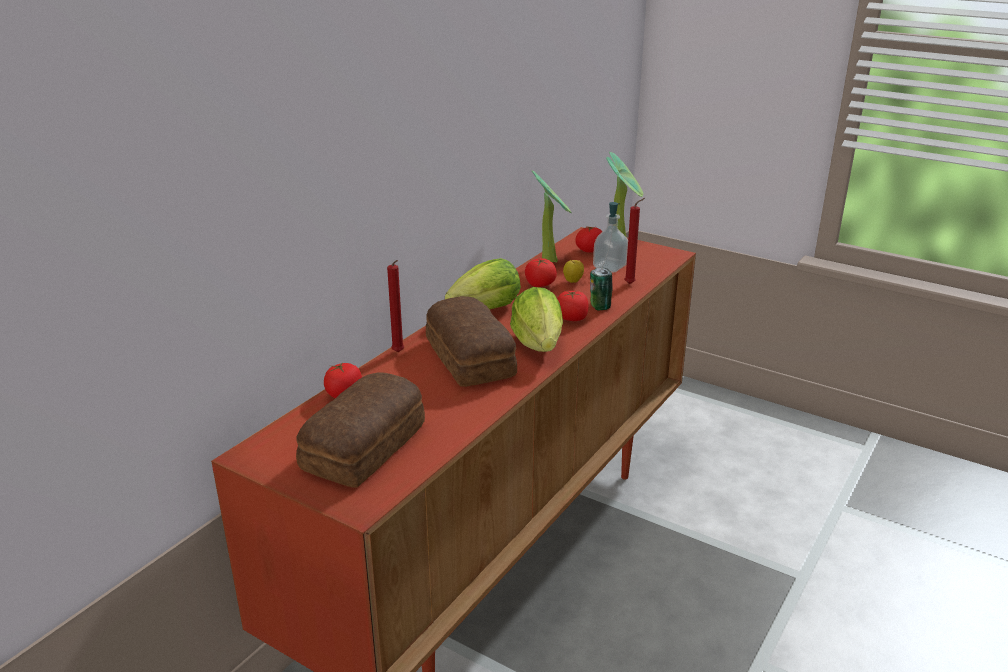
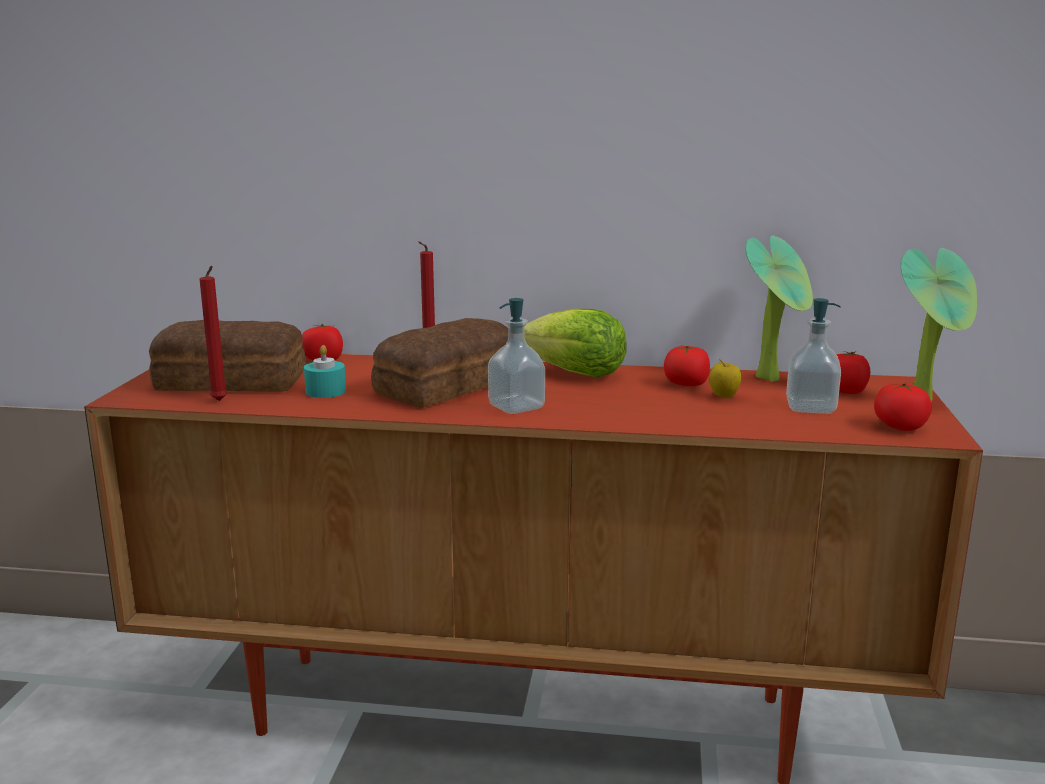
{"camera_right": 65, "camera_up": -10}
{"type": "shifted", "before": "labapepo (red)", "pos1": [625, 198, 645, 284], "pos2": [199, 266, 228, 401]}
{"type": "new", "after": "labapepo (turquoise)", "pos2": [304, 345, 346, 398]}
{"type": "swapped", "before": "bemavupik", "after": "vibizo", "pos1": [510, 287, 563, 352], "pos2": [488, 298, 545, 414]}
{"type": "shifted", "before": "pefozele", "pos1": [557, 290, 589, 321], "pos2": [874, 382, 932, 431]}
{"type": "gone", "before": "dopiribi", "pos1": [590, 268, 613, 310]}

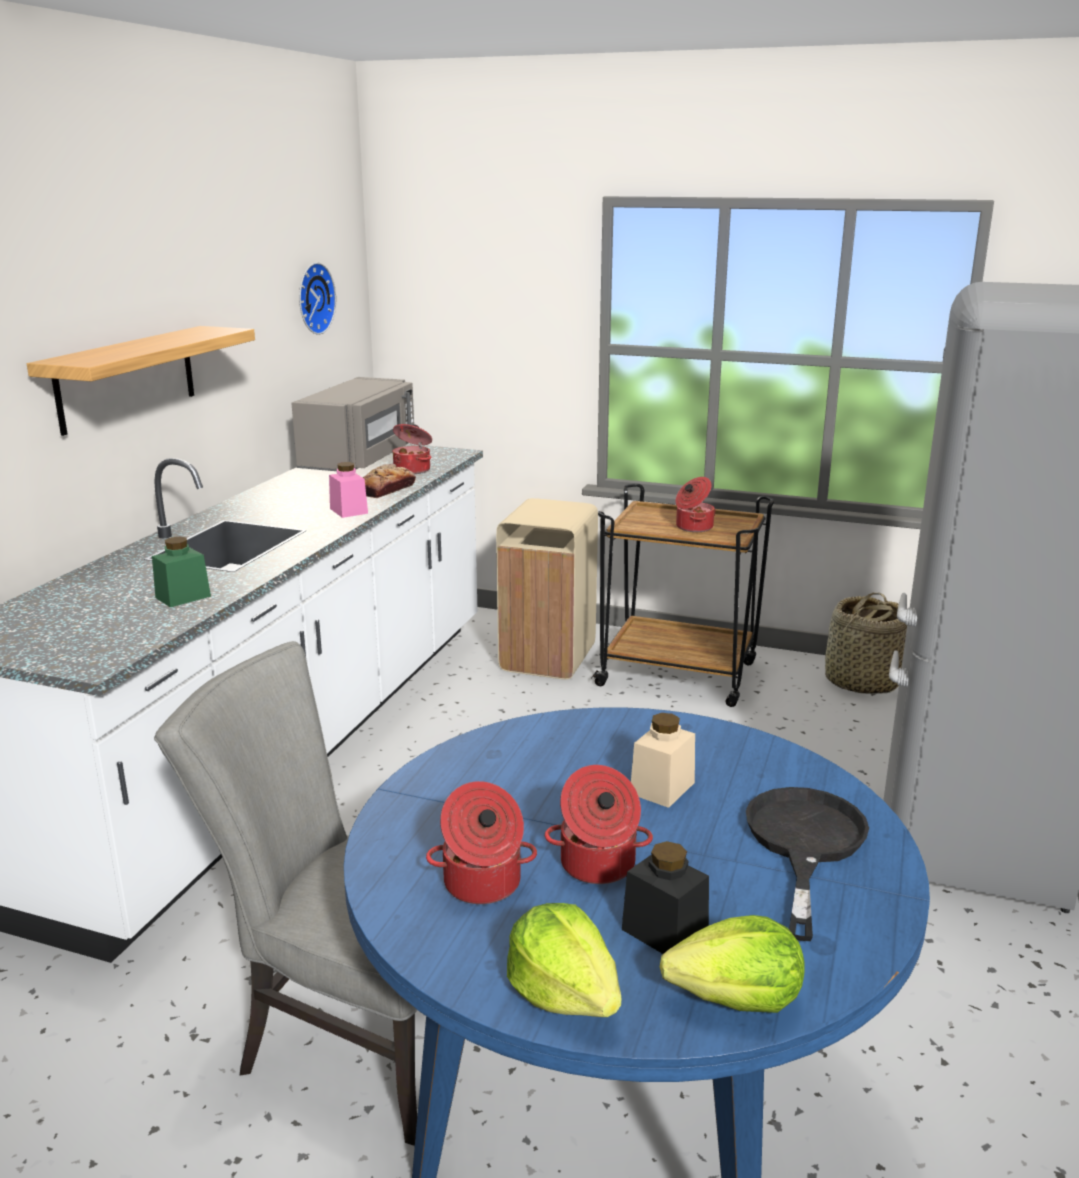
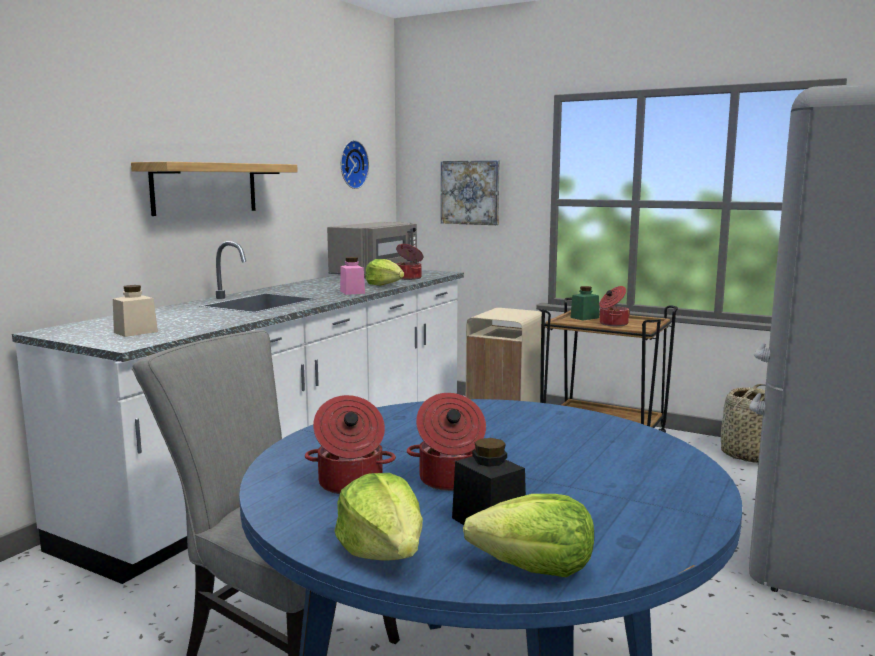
{"camera_right": 10, "camera_up": -10}
{"type": "shifted", "before": "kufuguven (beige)", "pos1": [631, 713, 695, 808], "pos2": [113, 285, 158, 337]}
{"type": "swapped", "before": "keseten", "after": "bemavupik", "pos1": [362, 464, 416, 498], "pos2": [365, 259, 404, 286]}
{"type": "new", "after": "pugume", "pos2": [441, 160, 500, 225]}
{"type": "shifted", "before": "kufuguven (green)", "pos1": [152, 536, 211, 607], "pos2": [570, 286, 599, 320]}
{"type": "gone", "before": "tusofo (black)", "pos1": [746, 787, 869, 941]}

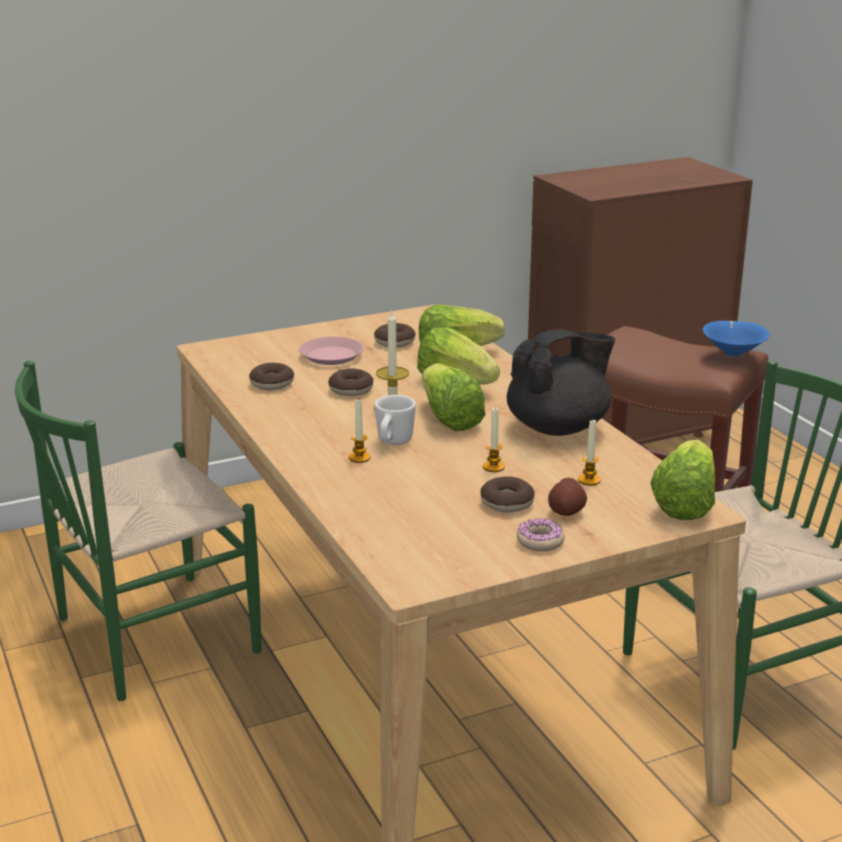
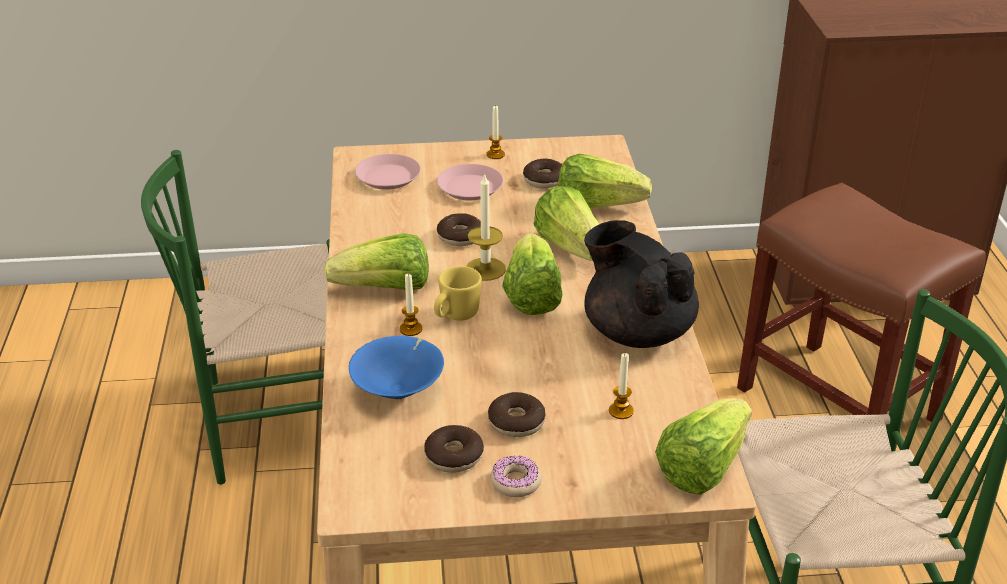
{"camera_right": 20, "camera_up": 10}
{"type": "new", "after": "bemavupik", "pos2": [324, 233, 429, 290]}
{"type": "shifted", "before": "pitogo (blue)", "pos1": [703, 321, 770, 357], "pos2": [349, 336, 444, 399]}
{"type": "new", "after": "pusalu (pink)", "pos2": [355, 154, 421, 190]}
{"type": "shifted", "before": "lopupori", "pos1": [249, 363, 294, 390], "pos2": [424, 425, 484, 473]}
{"type": "repainted", "before": "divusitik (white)", "after": "divusitik (yellow)", "pos1": [375, 395, 416, 445], "pos2": [434, 266, 482, 321]}
{"type": "shifted", "before": "labapepo", "pos1": [483, 406, 505, 472], "pos2": [487, 105, 505, 159]}
{"type": "rotated", "before": "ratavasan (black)", "pos1": [507, 330, 615, 436], "pos2": [584, 220, 699, 348], "turn": -120}
{"type": "gone", "before": "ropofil", "pos1": [548, 478, 587, 516]}

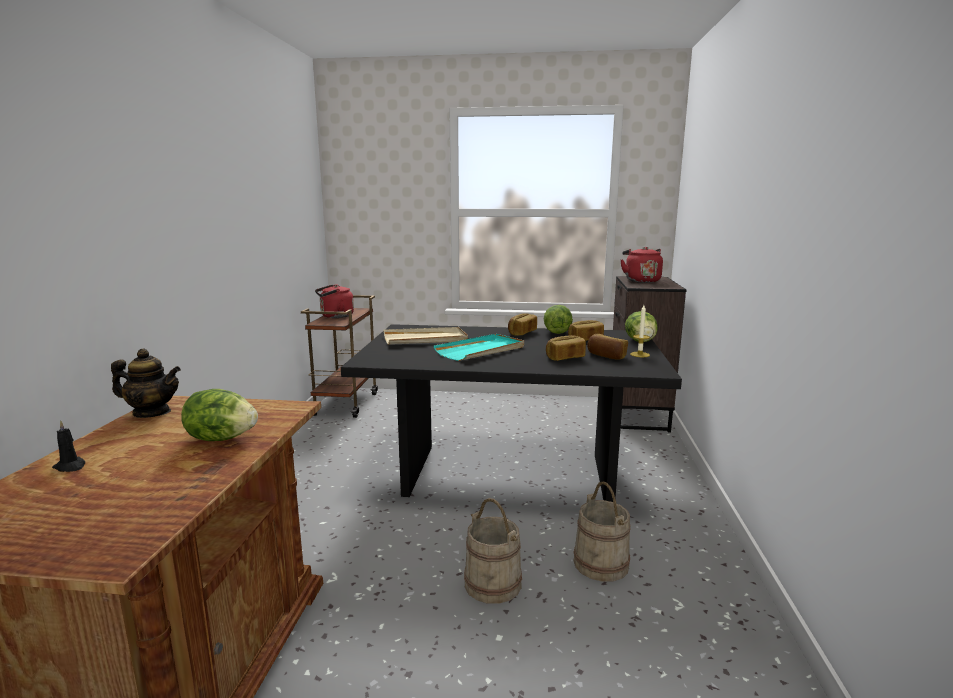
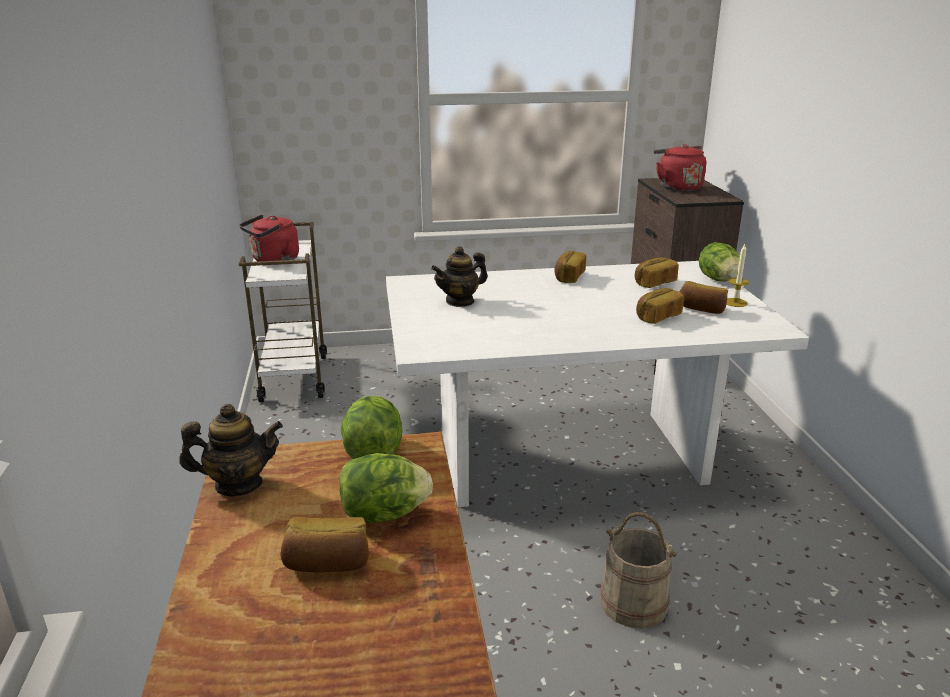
{"camera_right": -15, "camera_up": 10}
{"type": "repainted", "before": "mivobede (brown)", "after": "mivobede (white)", "pos1": [301, 295, 378, 418], "pos2": [239, 222, 328, 402]}
{"type": "new", "after": "keseten", "pos2": [280, 517, 369, 573]}
{"type": "shifted", "before": "bemavupik", "pos1": [544, 305, 573, 334], "pos2": [341, 396, 402, 459]}
{"type": "repainted", "before": "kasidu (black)", "after": "kasidu (white)", "pos1": [341, 324, 682, 502], "pos2": [386, 261, 809, 507]}
{"type": "swapped", "before": "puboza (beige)", "after": "ratavasan", "pos1": [384, 327, 468, 345], "pos2": [431, 246, 488, 307]}
{"type": "gone", "before": "labapepo (black)", "pos1": [52, 420, 85, 472]}
{"type": "gone", "before": "puboza (turquoise)", "pos1": [434, 334, 524, 361]}
{"type": "gone", "before": "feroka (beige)", "pos1": [574, 481, 631, 582]}

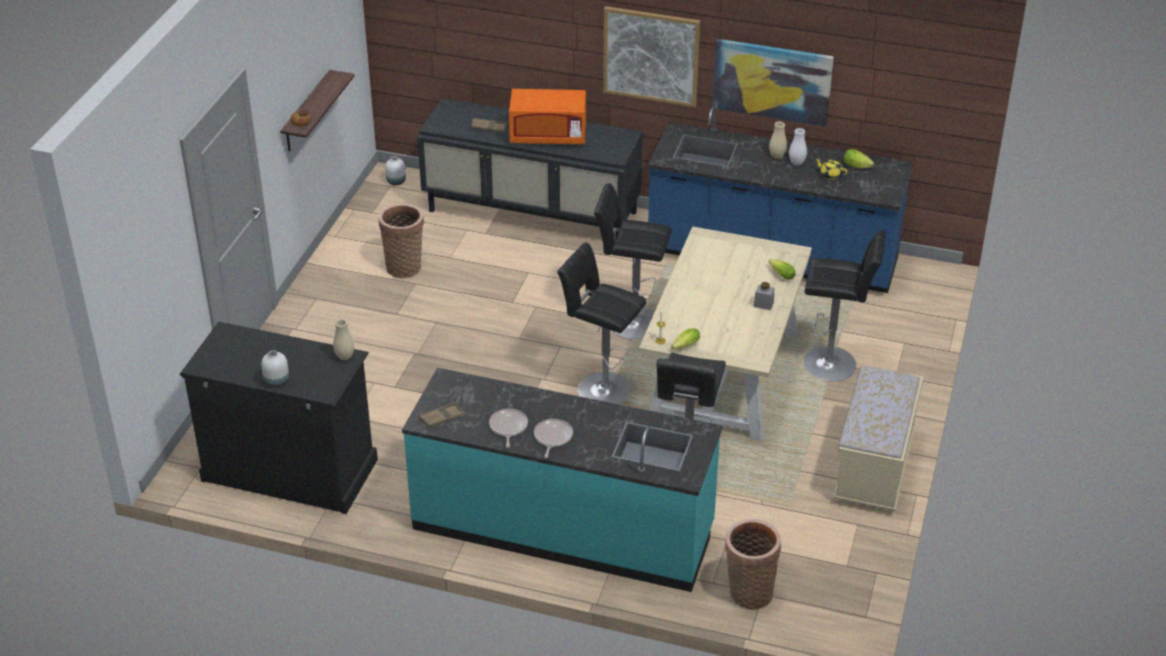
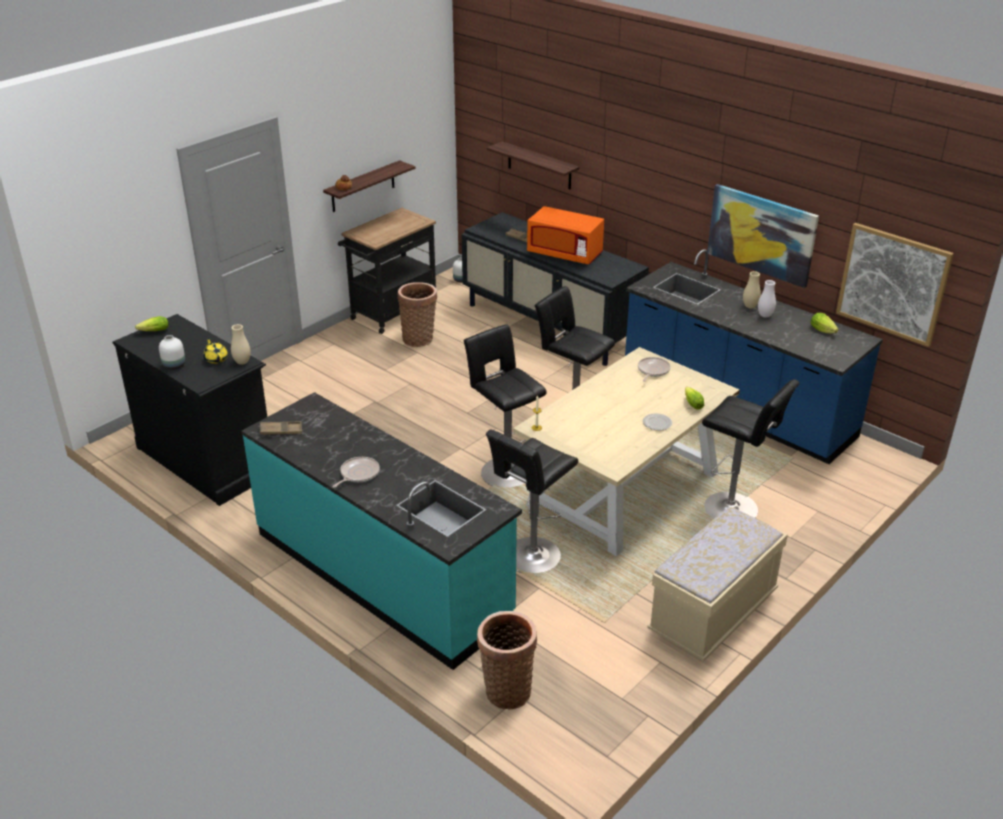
{"camera_right": 25, "camera_up": -5}
{"type": "shifted", "before": "bemavupik", "pos1": [671, 328, 700, 350], "pos2": [135, 316, 169, 331]}
{"type": "shifted", "before": "ratavasan (yellow)", "pos1": [815, 158, 848, 180], "pos2": [204, 338, 228, 364]}
{"type": "new", "after": "mivobede (black)", "pos2": [338, 208, 436, 334]}
{"type": "new", "after": "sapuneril", "pos2": [487, 142, 579, 189]}
{"type": "shifted", "before": "tusofo", "pos1": [489, 409, 528, 448], "pos2": [638, 357, 671, 381]}
{"type": "swapped", "before": "kufuguven (grey)", "after": "pusalu", "pos1": [753, 282, 774, 310], "pos2": [643, 413, 672, 431]}
{"type": "shifted", "before": "pugume", "pos1": [603, 6, 700, 107], "pos2": [836, 223, 954, 347]}

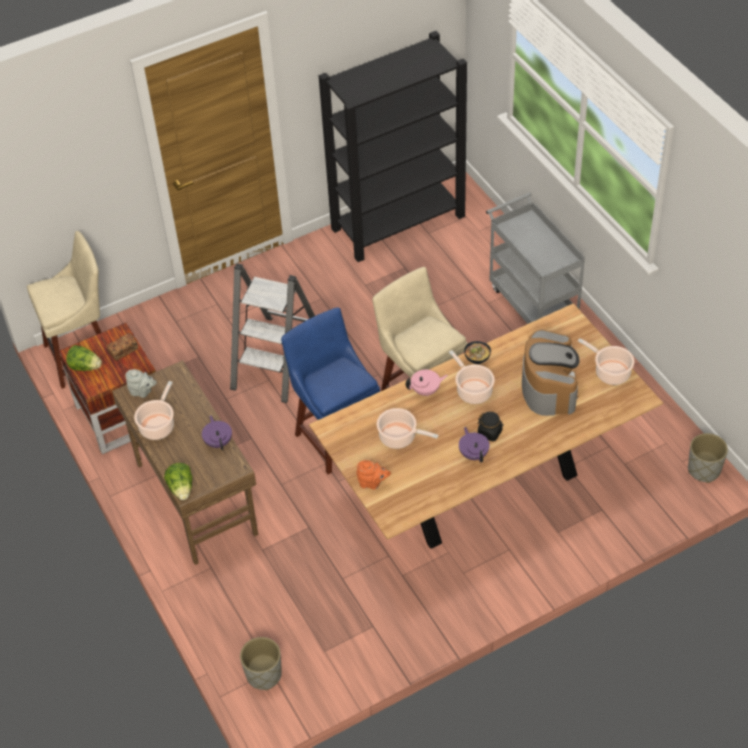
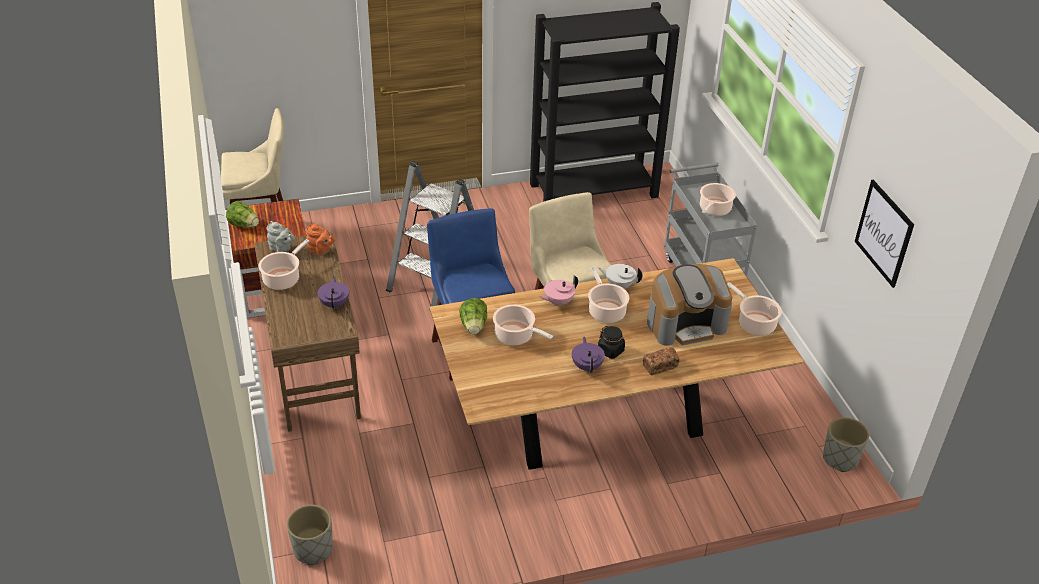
{"camera_right": 10, "camera_up": -10}
{"type": "shifted", "before": "ratavasan (orange)", "pos1": [356, 460, 391, 489], "pos2": [306, 223, 335, 256]}
{"type": "shifted", "before": "bemavupik", "pos1": [164, 463, 193, 500], "pos2": [459, 298, 487, 334]}
{"type": "rotated", "before": "ratavasan (pink)", "pos1": [405, 370, 448, 396], "pos2": [539, 275, 578, 306], "turn": 150}
{"type": "swapped", "before": "pitogo", "after": "ratavasan (white)", "pos1": [464, 341, 491, 364], "pos2": [598, 264, 643, 288]}
{"type": "shifted", "before": "keseten", "pos1": [107, 333, 138, 361], "pos2": [643, 347, 679, 375]}
{"type": "rotated", "before": "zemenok", "pos1": [522, 329, 579, 416], "pos2": [647, 264, 732, 346], "turn": 60}
{"type": "new", "after": "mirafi", "pos2": [700, 183, 736, 216]}
{"type": "new", "after": "pugume", "pos2": [855, 180, 914, 288]}

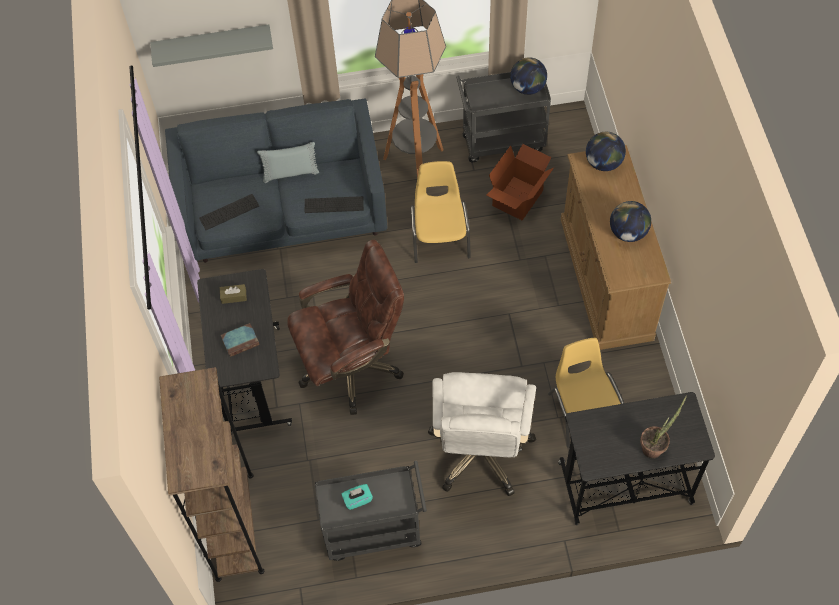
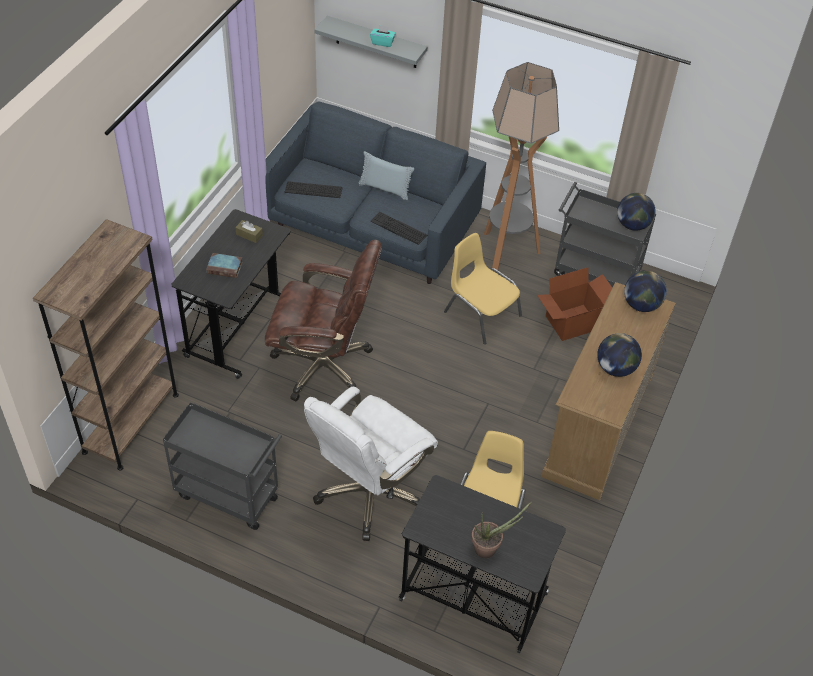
{"camera_right": 30, "camera_up": -10}
{"type": "shifted", "before": "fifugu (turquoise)", "pos1": [341, 484, 373, 510], "pos2": [370, 25, 396, 47]}
{"type": "rotated", "before": "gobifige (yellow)", "pos1": [411, 161, 471, 263], "pos2": [444, 233, 522, 344], "turn": -75}

